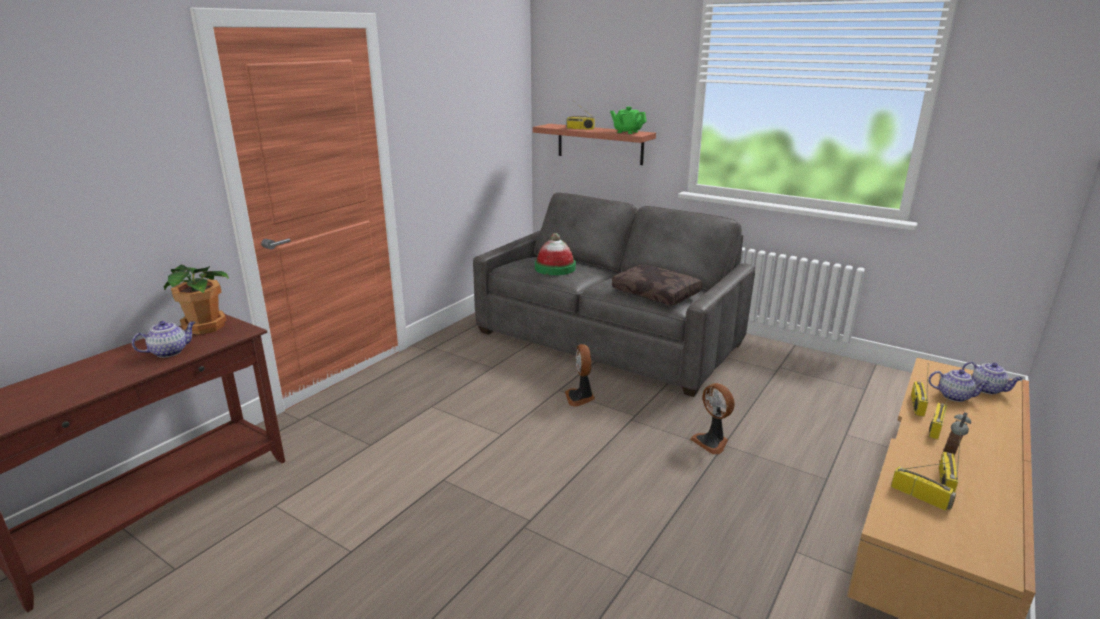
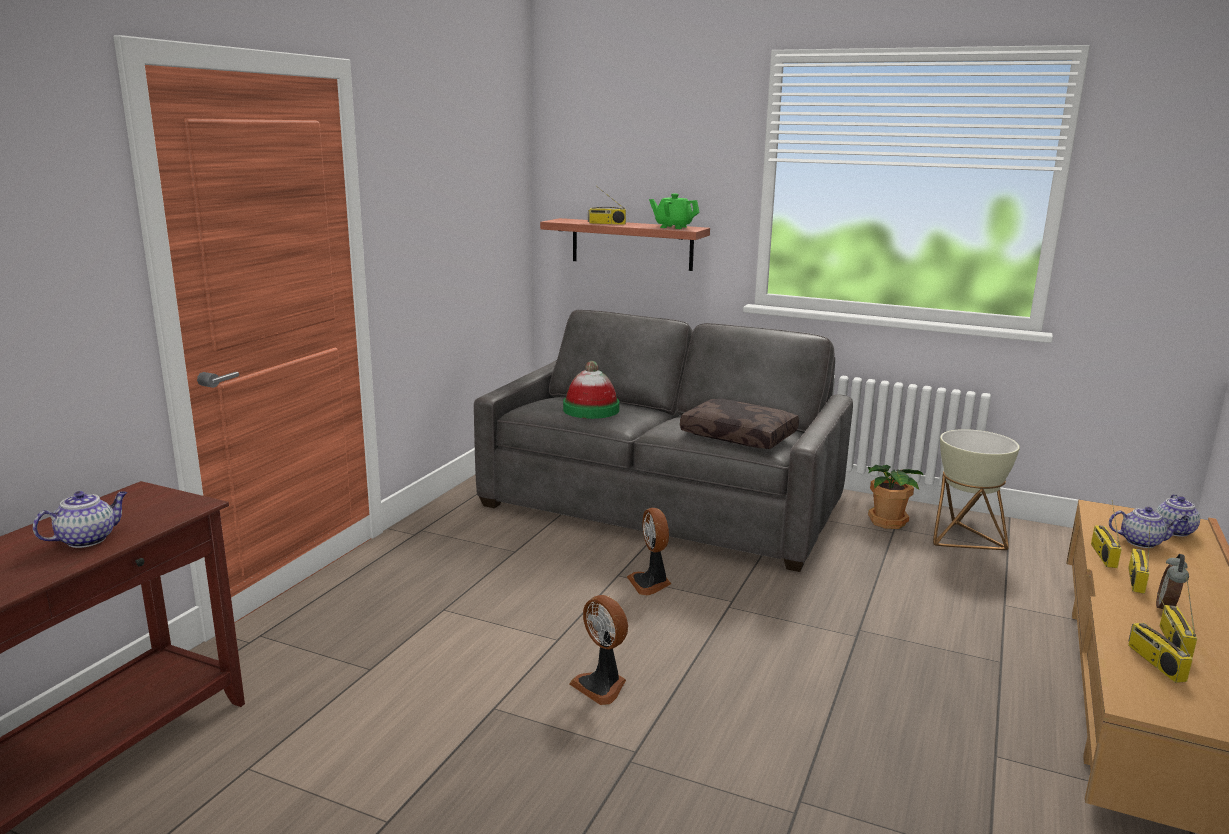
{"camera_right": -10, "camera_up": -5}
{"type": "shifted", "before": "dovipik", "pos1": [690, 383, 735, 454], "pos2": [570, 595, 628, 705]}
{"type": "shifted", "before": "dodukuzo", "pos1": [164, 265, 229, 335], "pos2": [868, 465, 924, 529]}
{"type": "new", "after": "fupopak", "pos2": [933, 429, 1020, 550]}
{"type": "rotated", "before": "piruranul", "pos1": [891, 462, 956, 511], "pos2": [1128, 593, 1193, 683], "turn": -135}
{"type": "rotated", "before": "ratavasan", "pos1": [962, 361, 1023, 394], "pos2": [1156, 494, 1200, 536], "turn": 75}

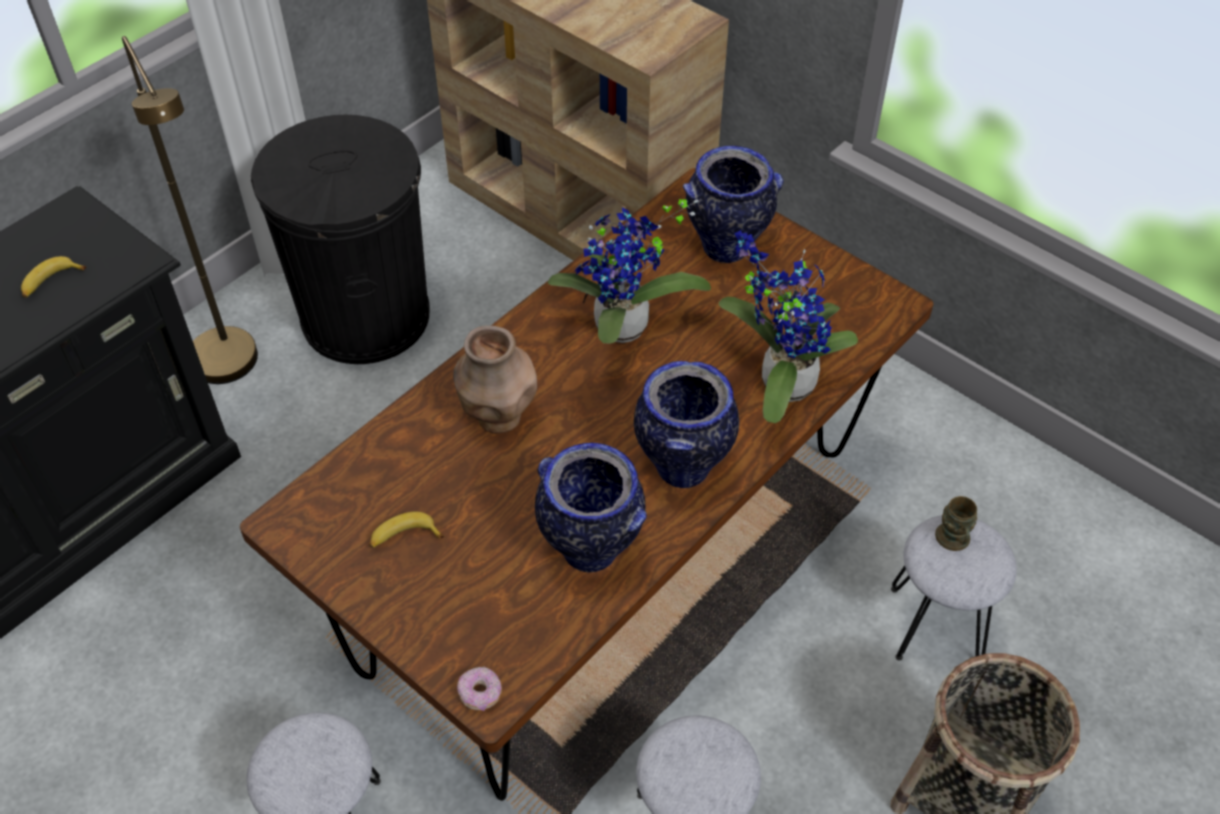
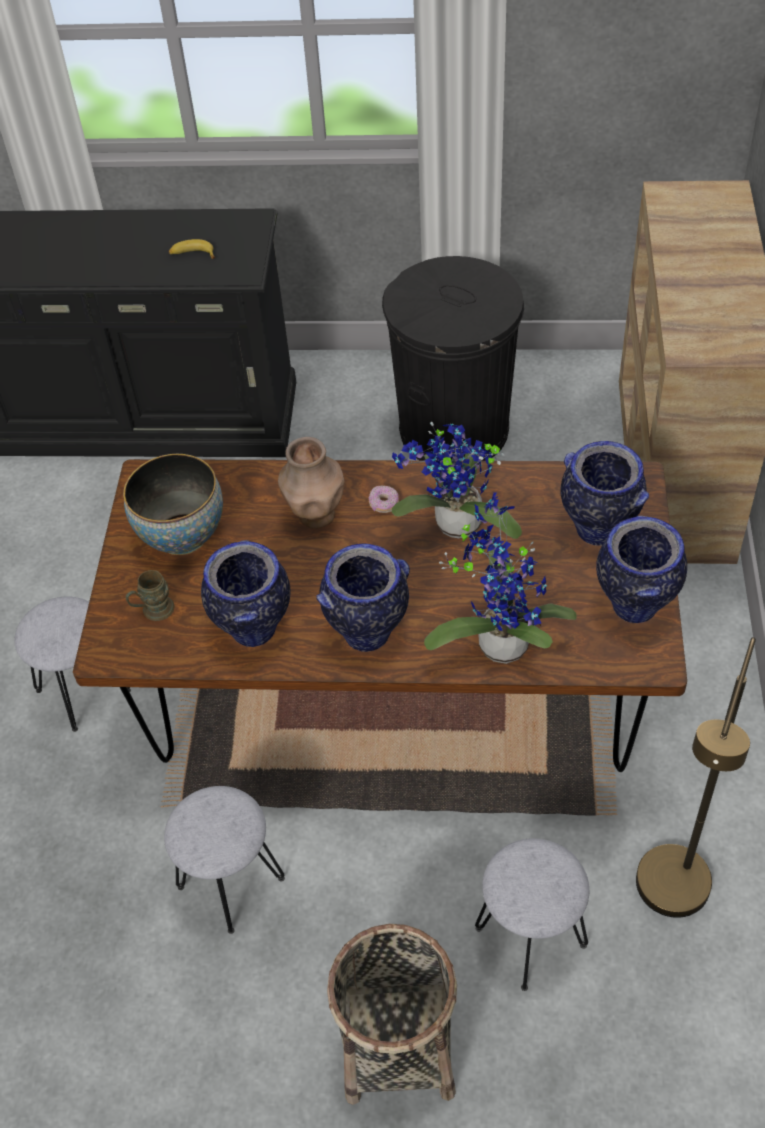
{"camera_right": 55, "camera_up": 0}
{"type": "swapped", "before": "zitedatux", "after": "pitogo", "pos1": [369, 512, 444, 548], "pos2": [123, 454, 223, 555]}
{"type": "shifted", "before": "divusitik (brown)", "pos1": [935, 496, 977, 551], "pos2": [126, 570, 174, 621]}
{"type": "shifted", "before": "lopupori", "pos1": [457, 667, 502, 711], "pos2": [369, 485, 399, 513]}
{"type": "new", "after": "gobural", "pos2": [596, 516, 687, 623]}
{"type": "shifted", "before": "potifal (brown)", "pos1": [122, 36, 258, 384], "pos2": [636, 637, 756, 918]}

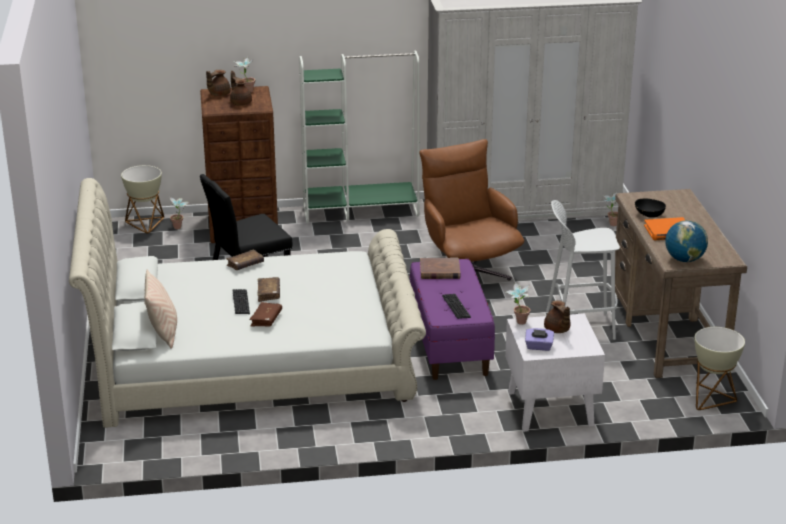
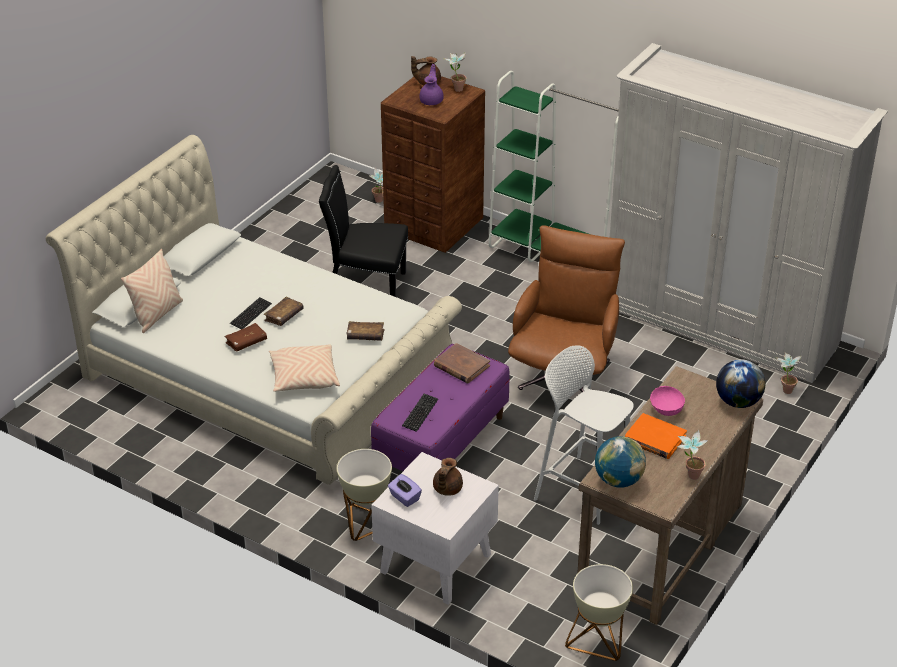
{"camera_right": 40, "camera_up": 10}
{"type": "new", "after": "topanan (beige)", "pos2": [269, 344, 340, 392]}
{"type": "shifted", "before": "fupopak", "pos1": [121, 165, 164, 234], "pos2": [337, 449, 392, 541]}
{"type": "shifted", "before": "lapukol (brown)", "pos1": [226, 249, 264, 270], "pos2": [347, 321, 384, 341]}
{"type": "repainted", "before": "ratavasan (brown)", "after": "ratavasan (purple)", "pos1": [230, 71, 252, 106], "pos2": [419, 64, 444, 105]}
{"type": "repainted", "before": "pitogo (black)", "after": "pitogo (pink)", "pos1": [635, 198, 666, 218], "pos2": [650, 386, 685, 416]}
{"type": "shifted", "before": "dodukuzo", "pos1": [506, 282, 530, 325], "pos2": [677, 430, 708, 480]}
{"type": "new", "after": "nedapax", "pos2": [716, 359, 766, 408]}

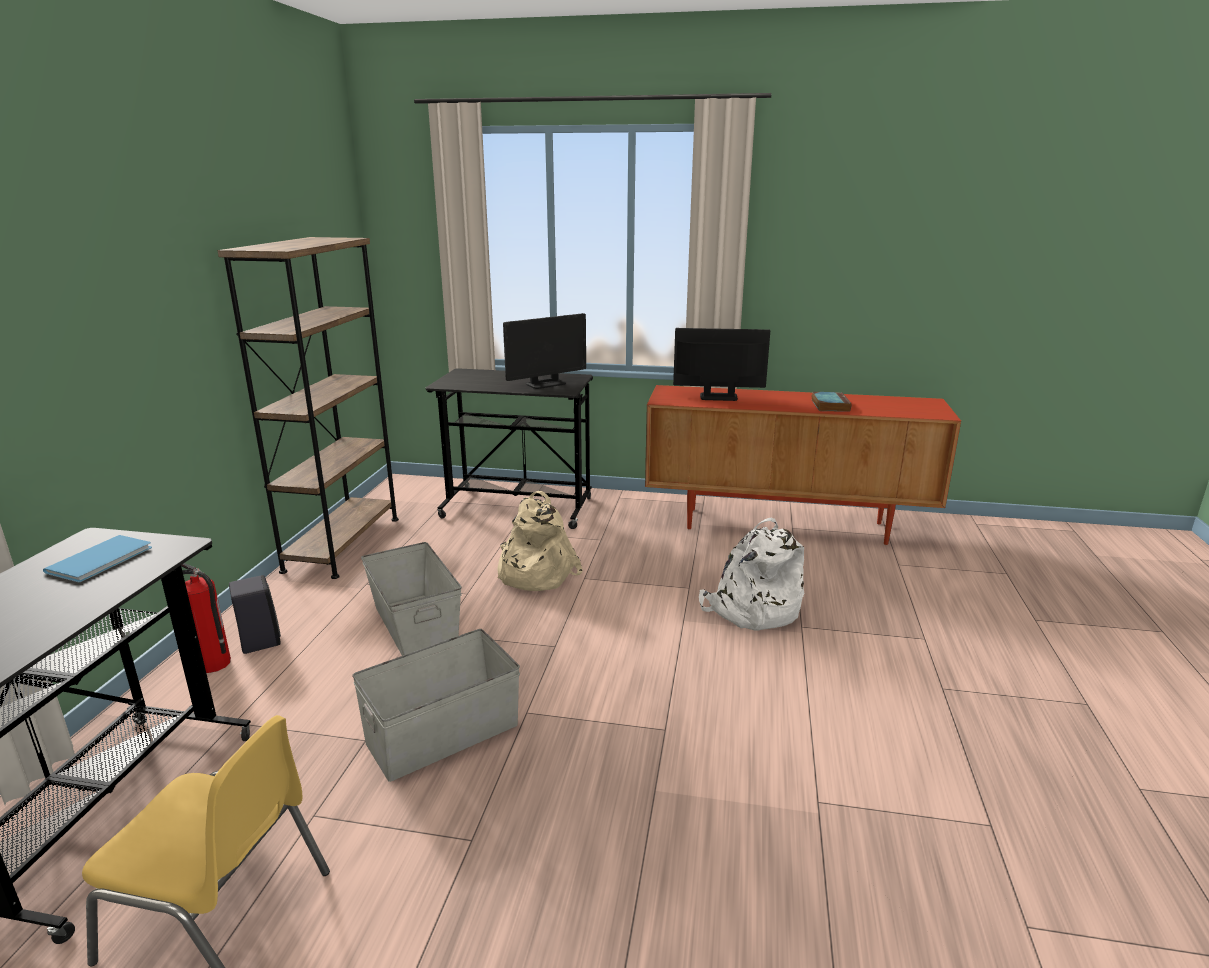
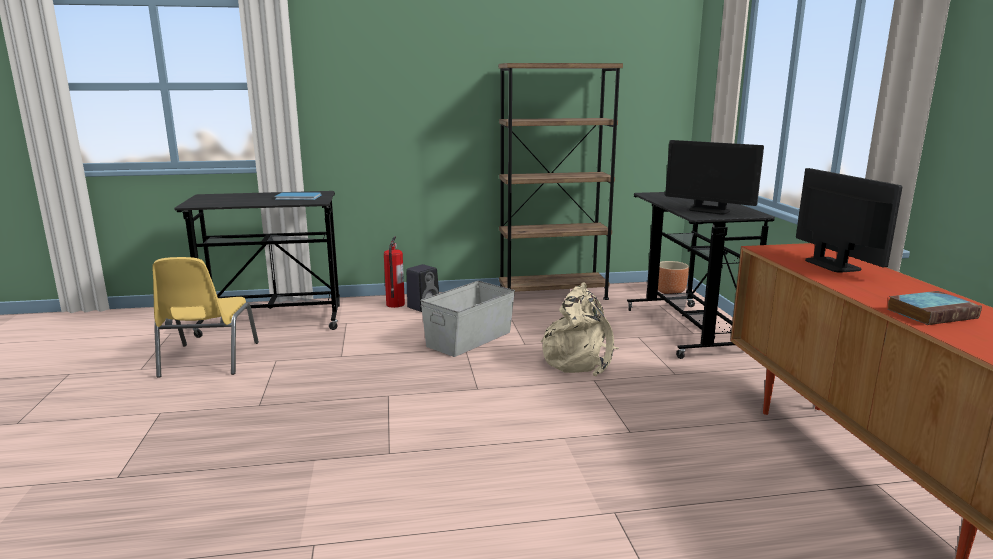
{"camera_right": 70, "camera_up": -5}
{"type": "new", "after": "fupopak (brown)", "pos2": [658, 261, 689, 294]}
{"type": "gone", "before": "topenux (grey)", "pos1": [352, 629, 520, 782]}
{"type": "gone", "before": "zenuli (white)", "pos1": [699, 517, 804, 631]}

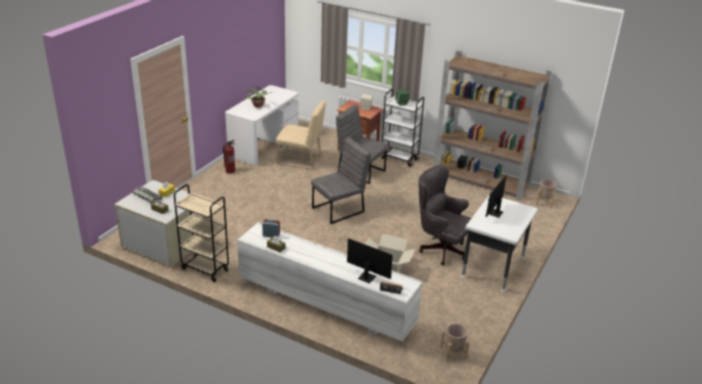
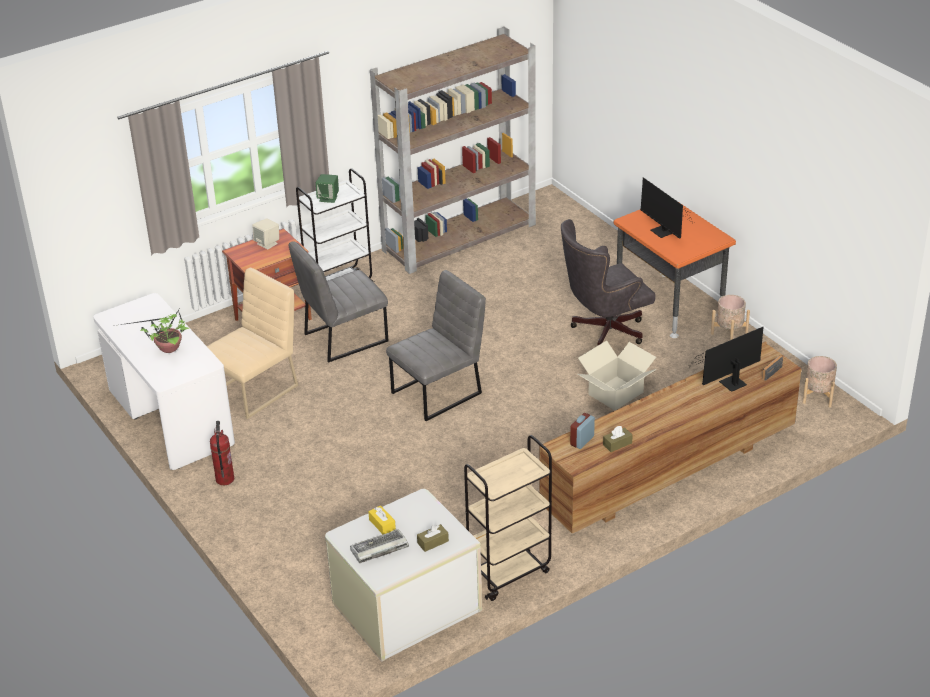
{"camera_right": -60, "camera_up": 5}
{"type": "rotated", "before": "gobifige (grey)", "pos1": [311, 138, 371, 224], "pos2": [386, 270, 486, 421], "turn": 60}
{"type": "repainted", "before": "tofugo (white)", "after": "tofugo (brown)", "pos1": [237, 222, 422, 342], "pos2": [539, 341, 802, 534]}
{"type": "repainted", "before": "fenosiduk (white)", "after": "fenosiduk (orange)", "pos1": [460, 194, 538, 292], "pos2": [614, 203, 736, 338]}
{"type": "shifted", "before": "fupopak (beige)", "pos1": [536, 179, 557, 208], "pos2": [711, 295, 750, 340]}

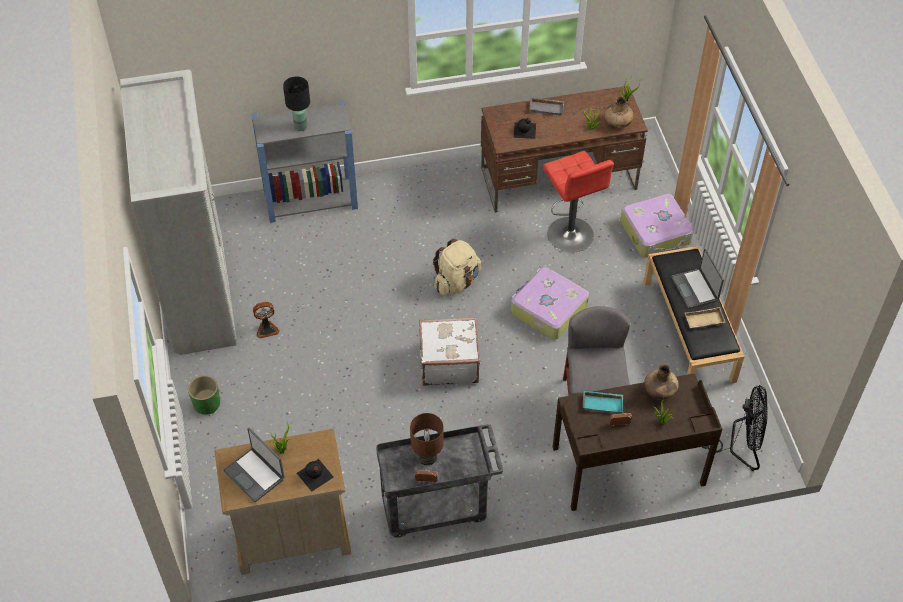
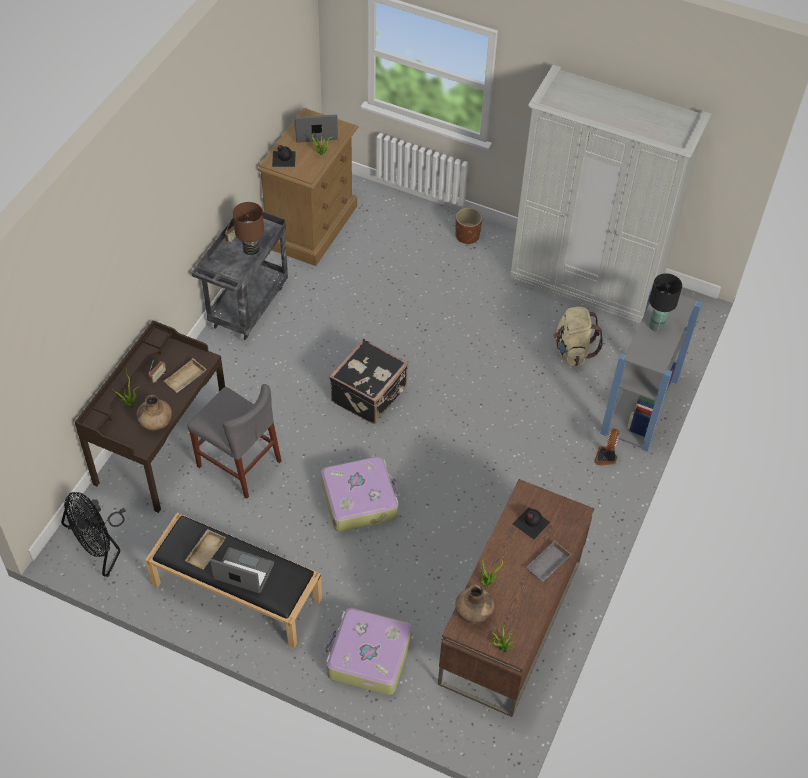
{"camera_right": 125, "camera_up": 0}
{"type": "repainted", "before": "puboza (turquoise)", "after": "puboza (beige)", "pos1": [583, 391, 623, 413], "pos2": [164, 358, 207, 393]}
{"type": "repainted", "before": "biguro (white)", "after": "biguro (black)", "pos1": [419, 317, 480, 386], "pos2": [330, 339, 408, 424]}
{"type": "repainted", "before": "fupopak (green)", "after": "fupopak (brown)", "pos1": [188, 375, 220, 415], "pos2": [456, 208, 483, 245]}
{"type": "shifted", "before": "zenuli (beige)", "pos1": [433, 239, 481, 295], "pos2": [553, 307, 603, 366]}
{"type": "shifted", "before": "dovipik", "pos1": [253, 302, 279, 339], "pos2": [594, 429, 619, 465]}
{"type": "gone", "before": "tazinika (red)", "pos1": [543, 151, 614, 253]}

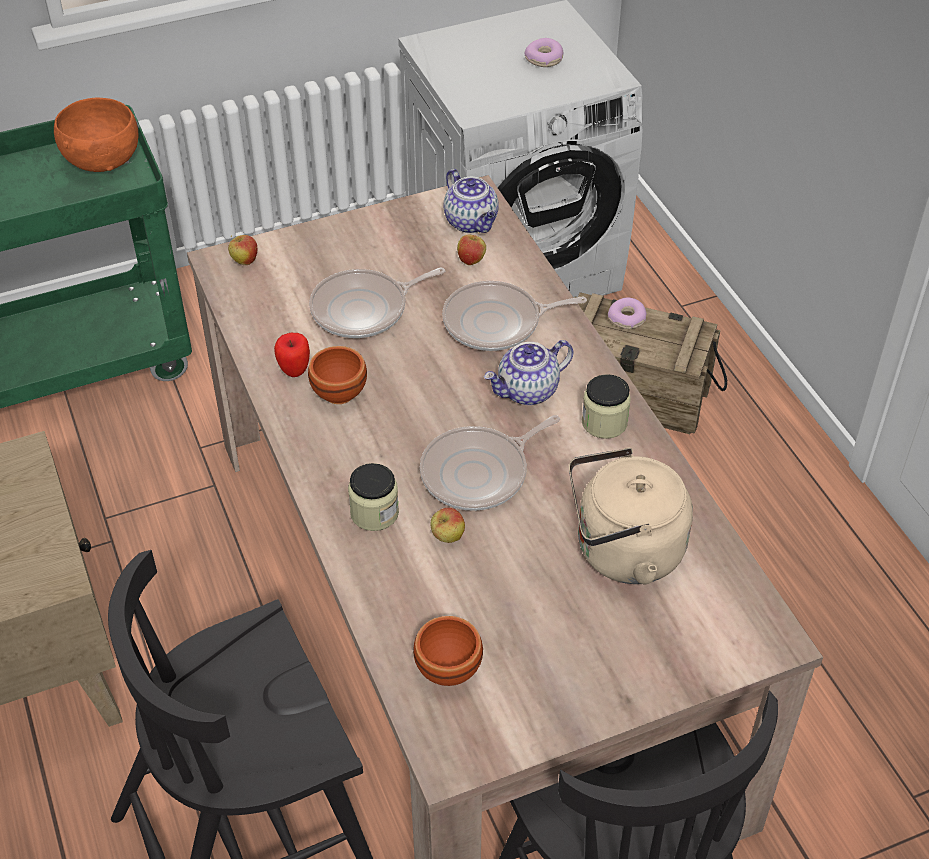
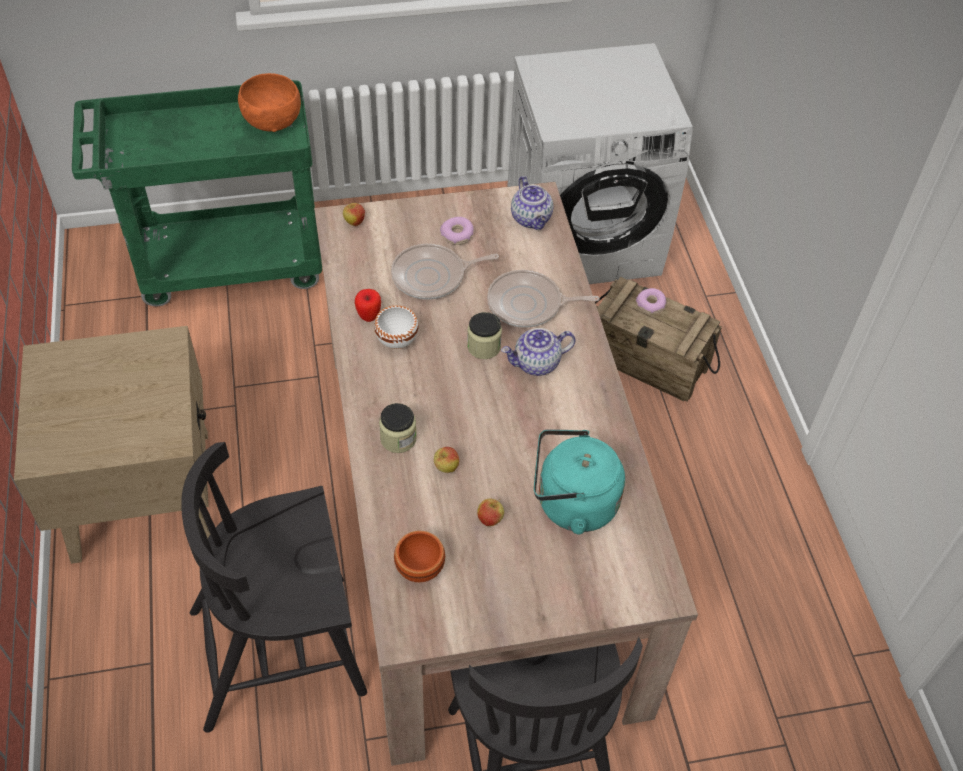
{"camera_right": 10, "camera_up": 5}
{"type": "repainted", "before": "pitogo (brown)", "after": "pitogo (white)", "pos1": [308, 346, 367, 404], "pos2": [374, 305, 418, 349]}
{"type": "shifted", "before": "lopupori", "pos1": [525, 38, 564, 67], "pos2": [440, 217, 474, 245]}
{"type": "shifted", "before": "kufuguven", "pos1": [582, 374, 631, 439], "pos2": [467, 312, 502, 359]}
{"type": "shifted", "before": "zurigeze", "pos1": [457, 232, 486, 265], "pos2": [477, 499, 504, 526]}
{"type": "repainted", "before": "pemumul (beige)", "after": "pemumul (turquoise)", "pos1": [569, 447, 693, 584], "pos2": [534, 429, 625, 535]}
{"type": "gone", "before": "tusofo", "pos1": [420, 415, 560, 511]}

